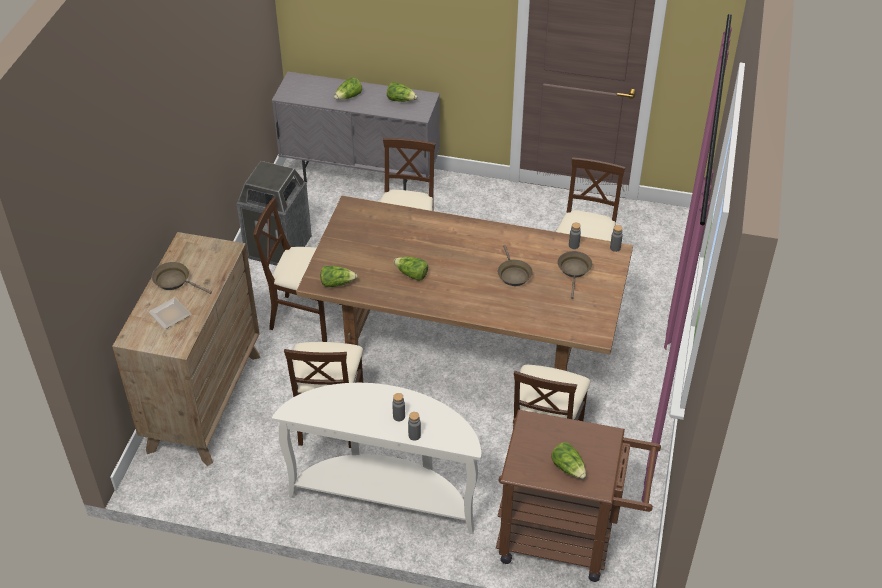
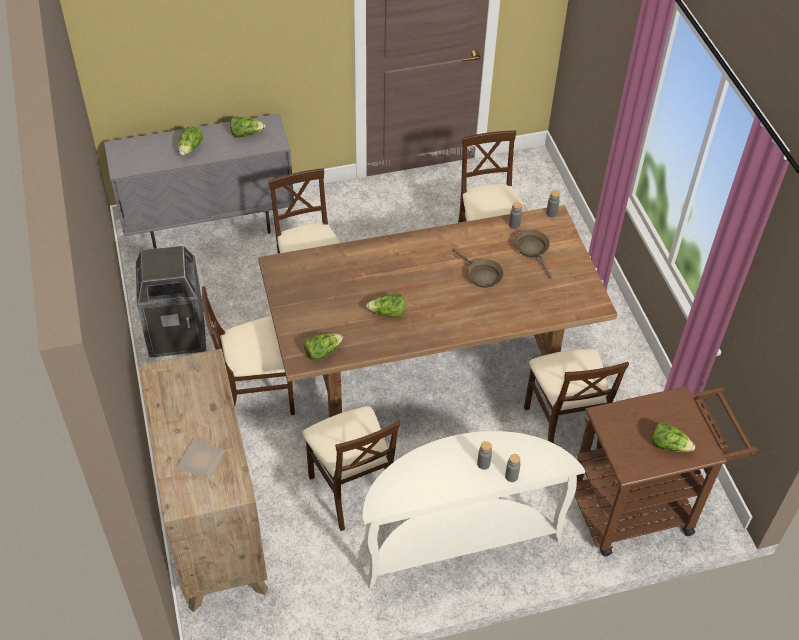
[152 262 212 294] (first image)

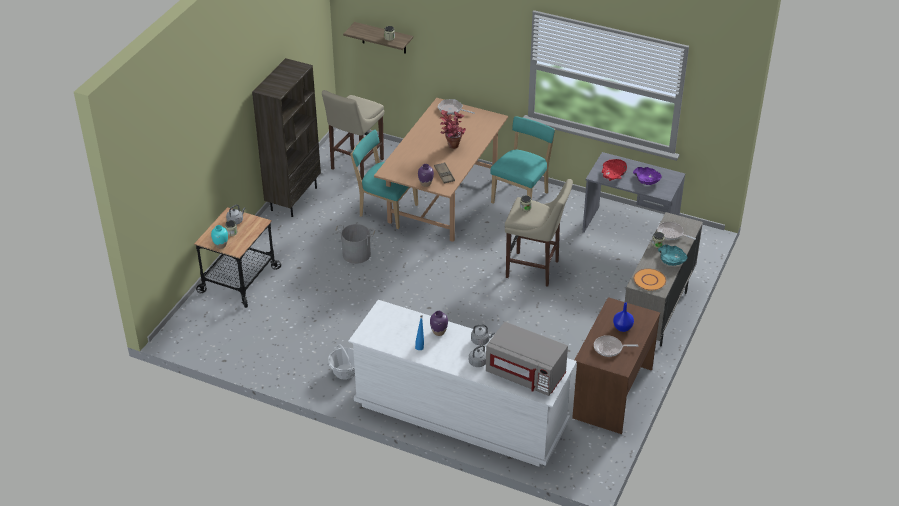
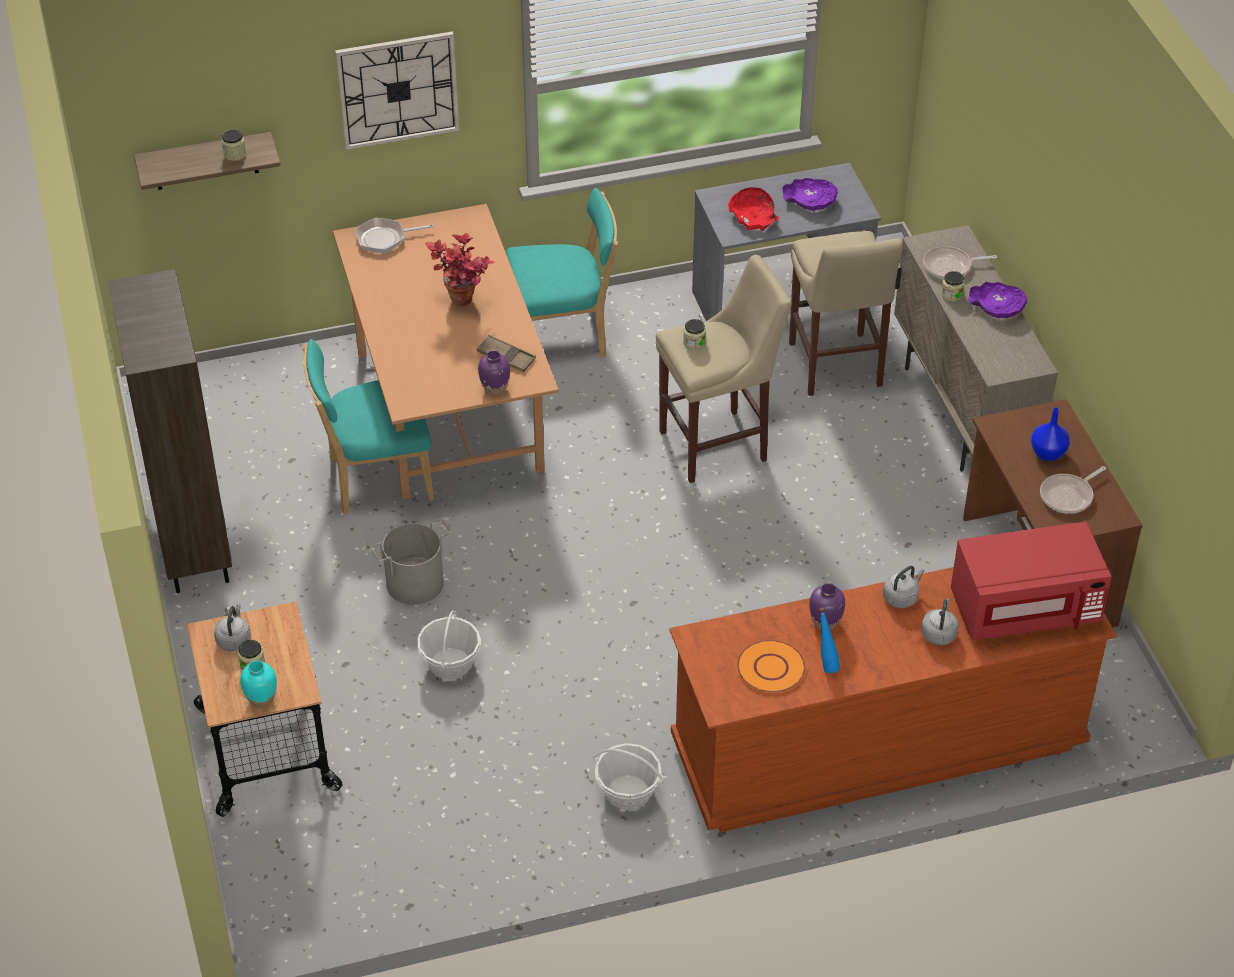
[335 31 459 150]
[418 610 481 680]
[789 231 903 396]
[737 640 806 693]
[669 567 1117 832]
[951 522 1112 641]
[968 282 1027 318]
[506 188 618 358]

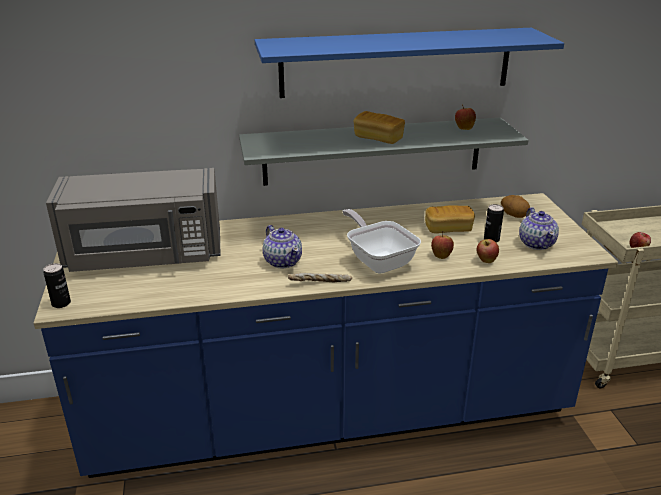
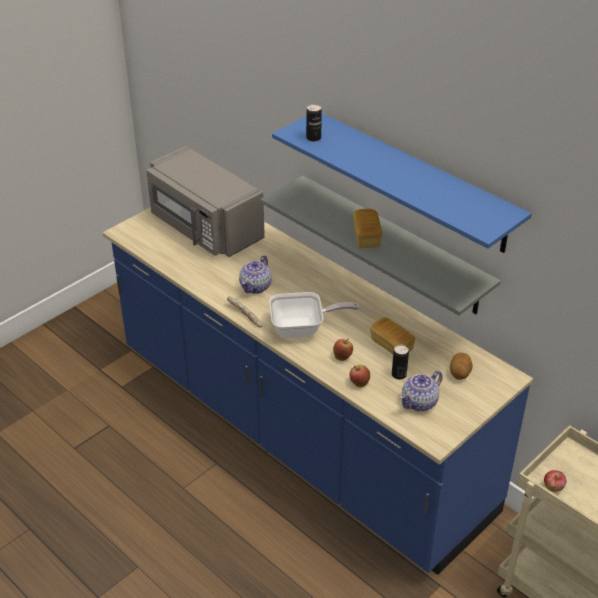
[455 104 476 130] (first image)
[306 104 322 142]
[269 292 359 338]

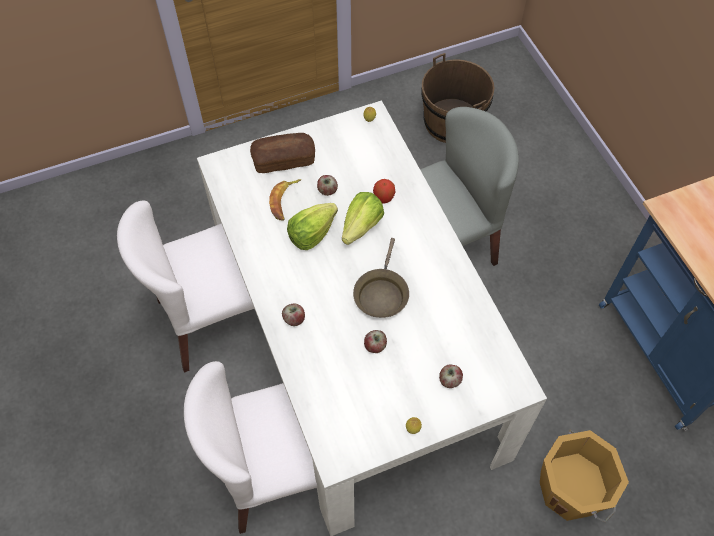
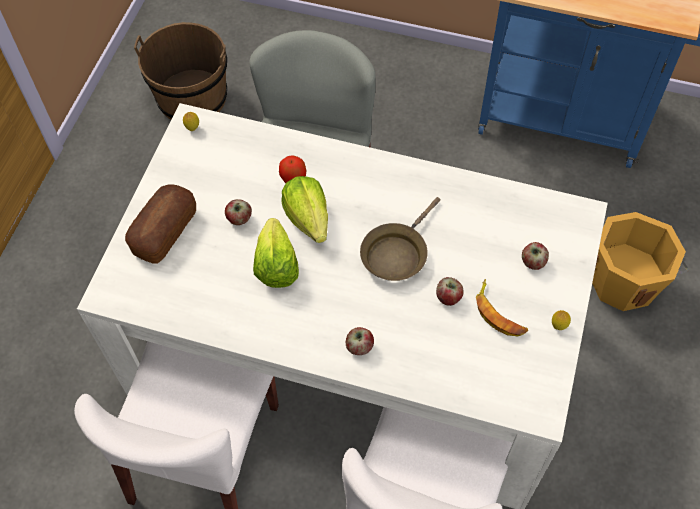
[476 279 528 336]
[360 197 440 281]

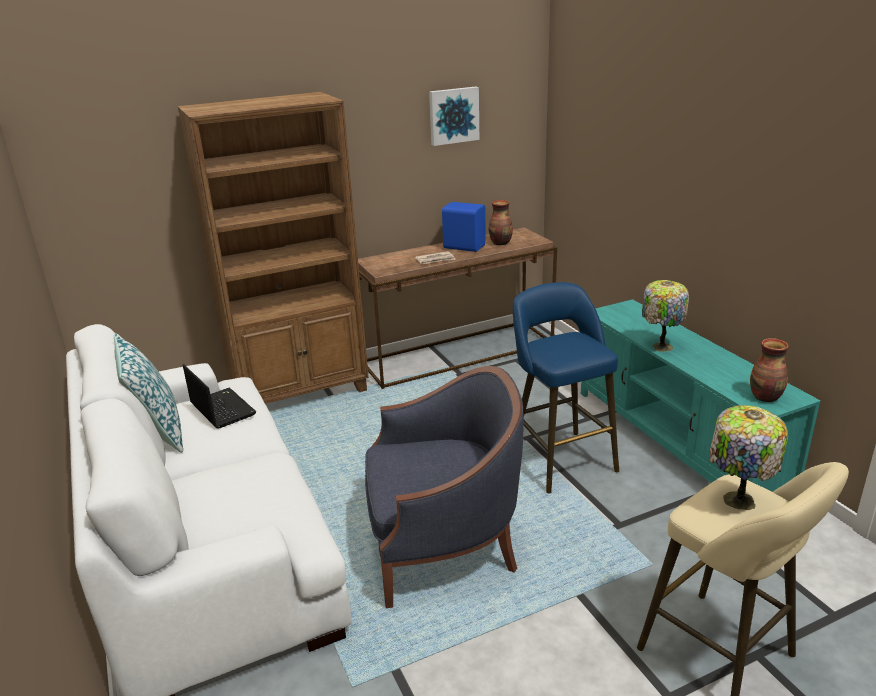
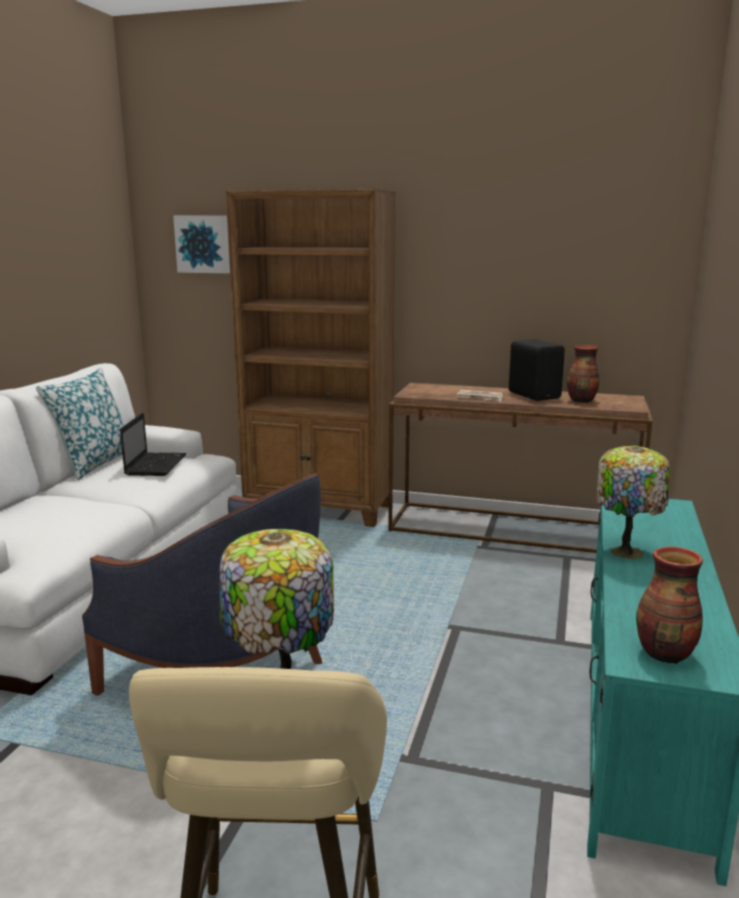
[513 282 619 493] (first image)
[173 215 230 273]
[509 339 565 401]

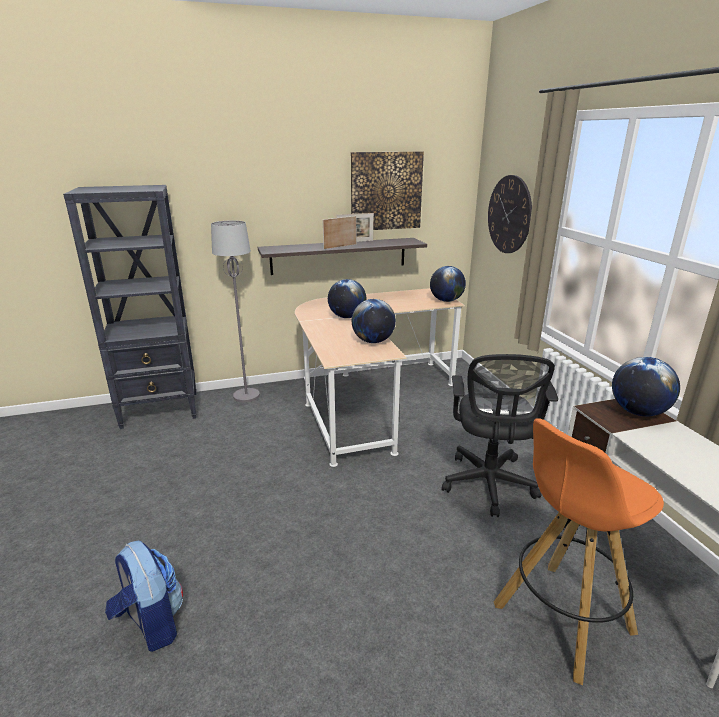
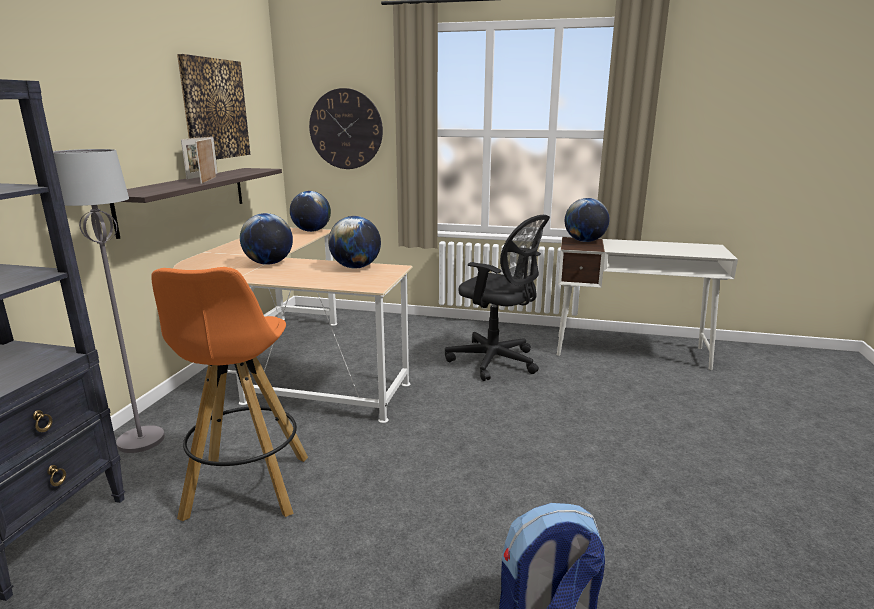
[151 267 308 521]

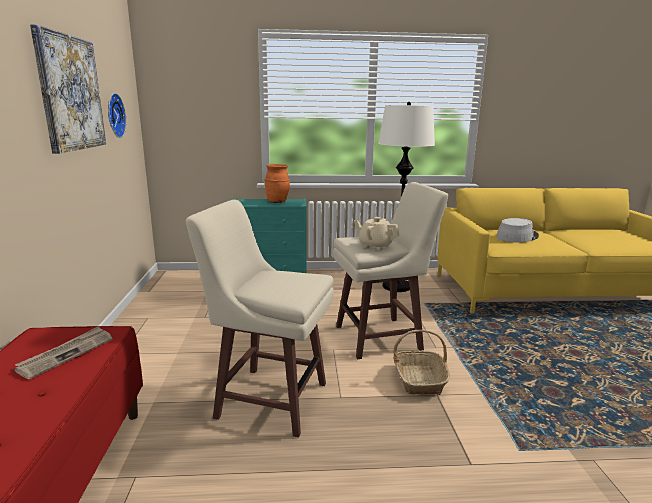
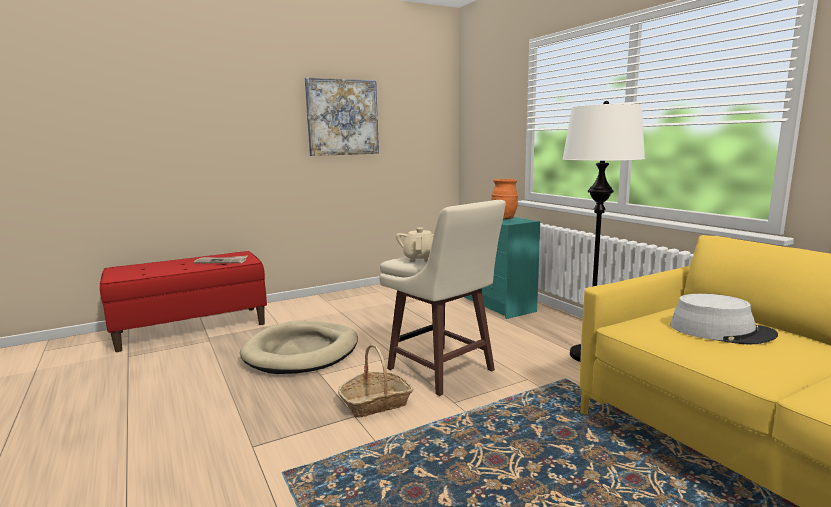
[108 93 126 138] (first image)
[240 321 358 374]

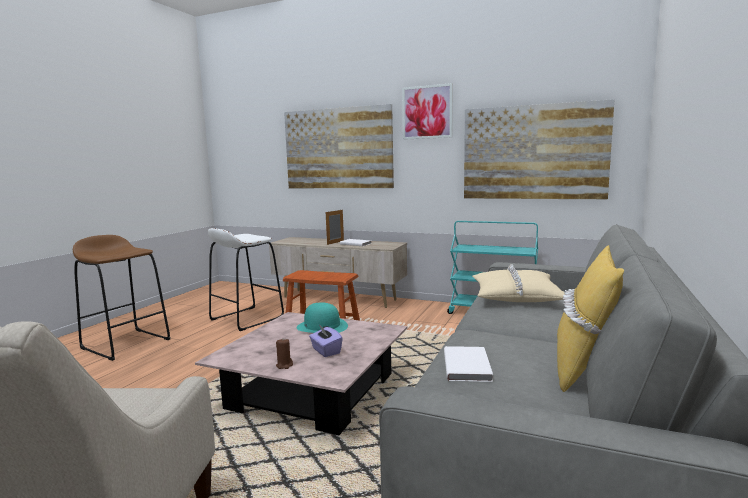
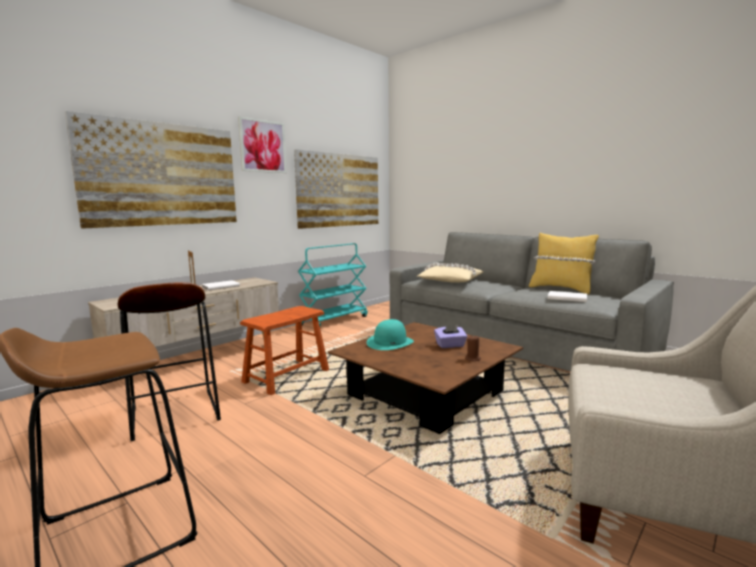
[328 322 523 434]
[118 282 221 441]

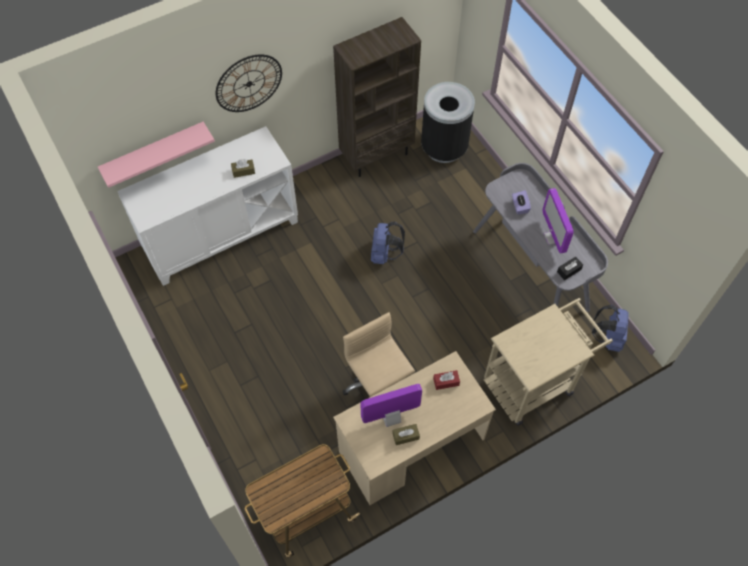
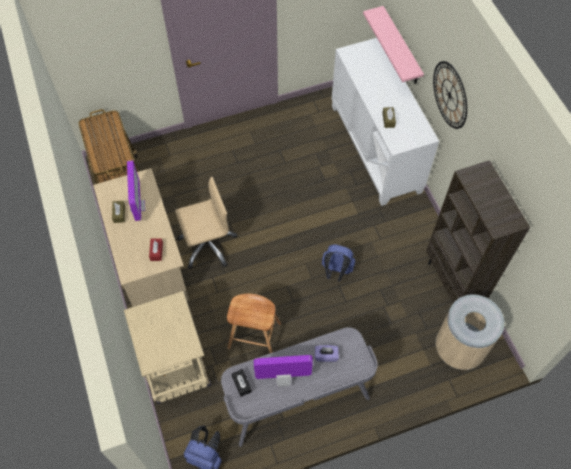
[227 294 281 353]
[436 295 504 370]

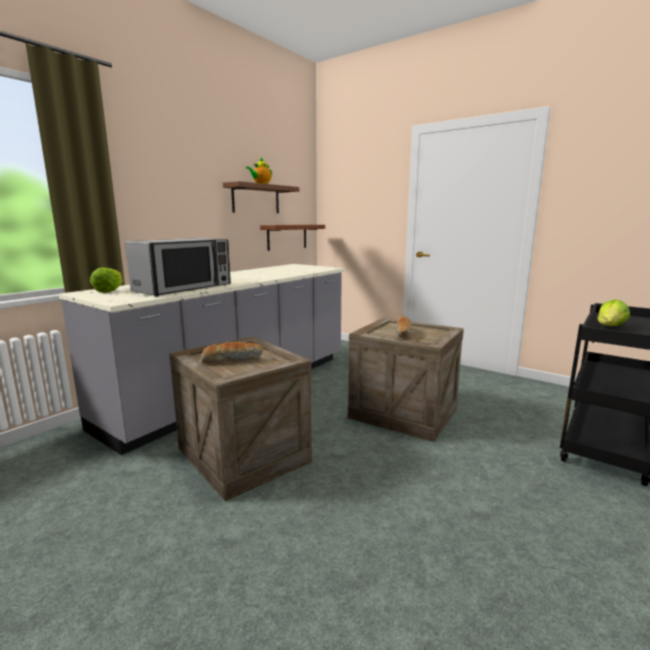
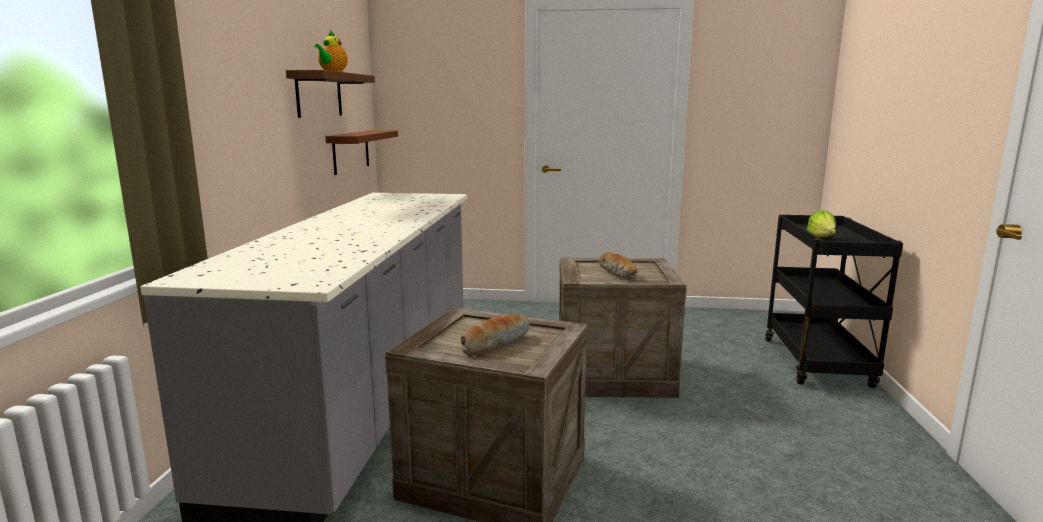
[90 267 122 293] (first image)
[125 238 231 296] (first image)

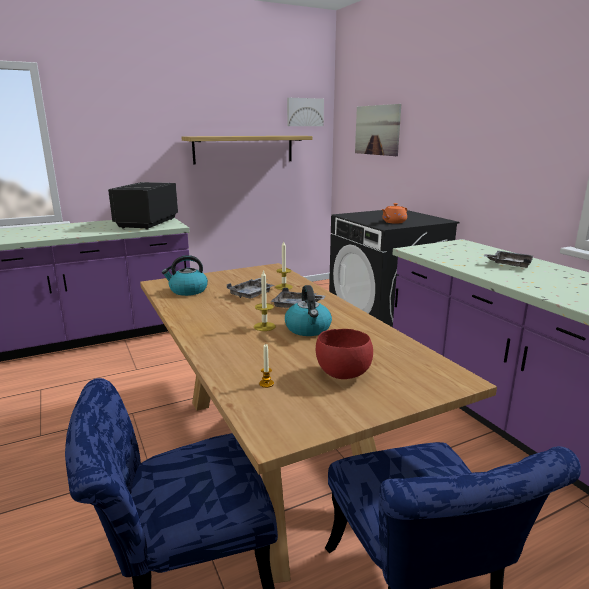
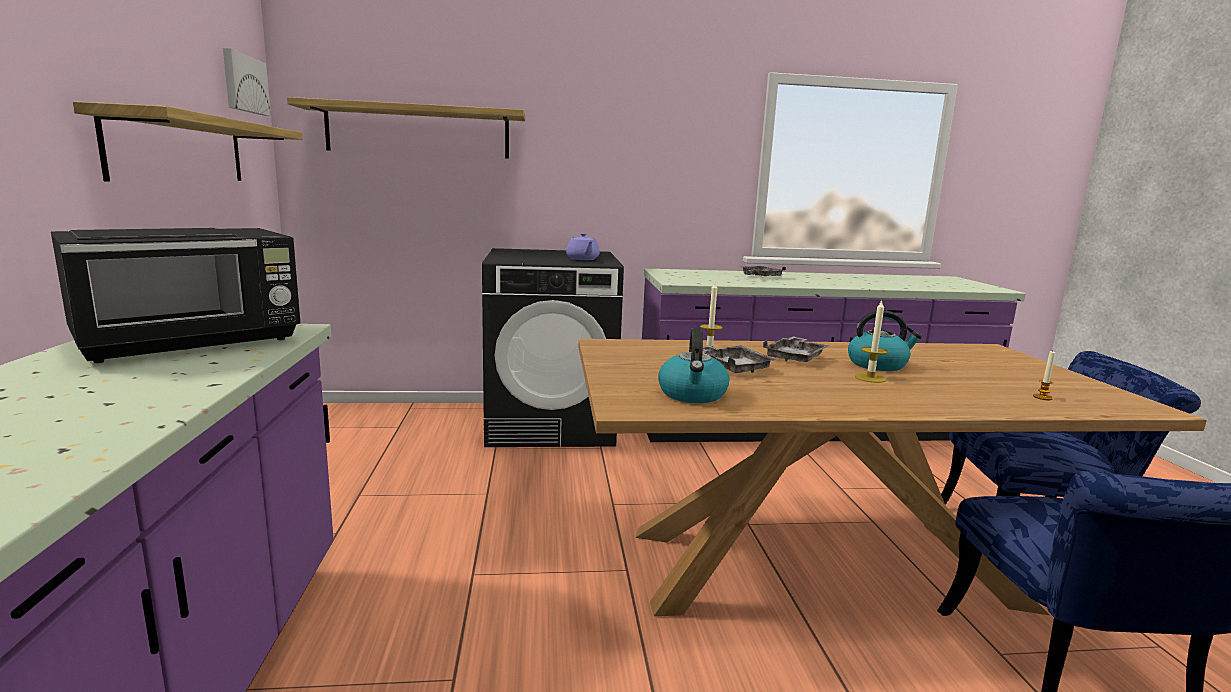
[316 329 373 379] (first image)
[287 97 525 159]
[566 233 600 260]
[51 228 300 363]

